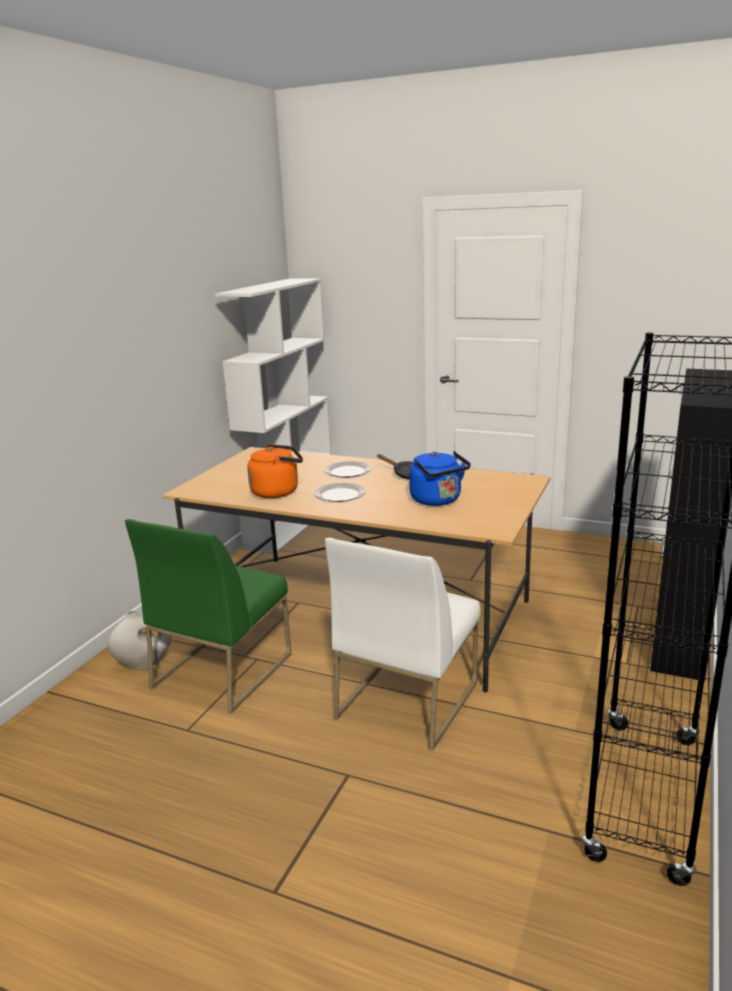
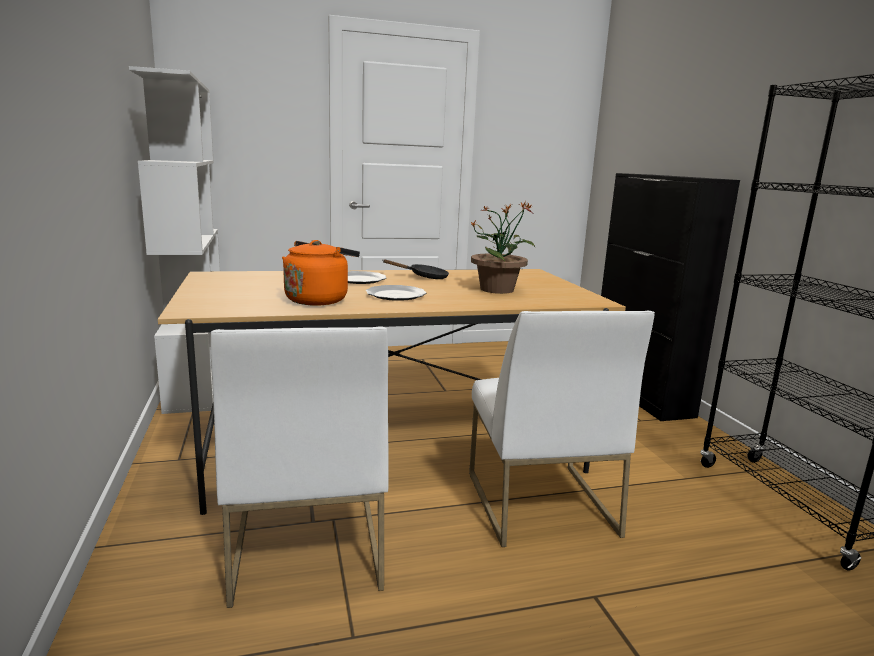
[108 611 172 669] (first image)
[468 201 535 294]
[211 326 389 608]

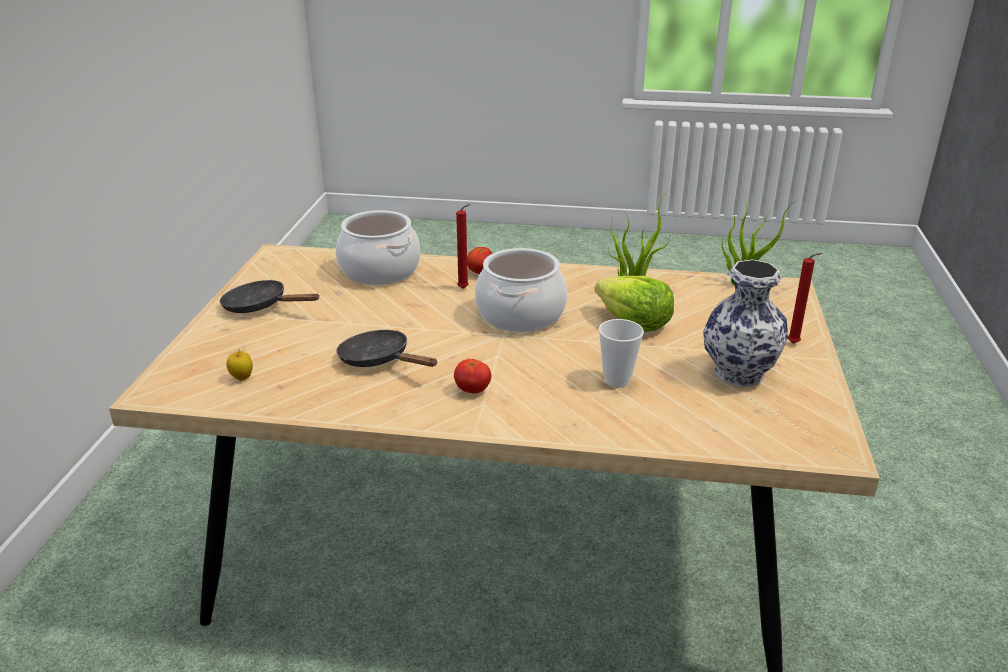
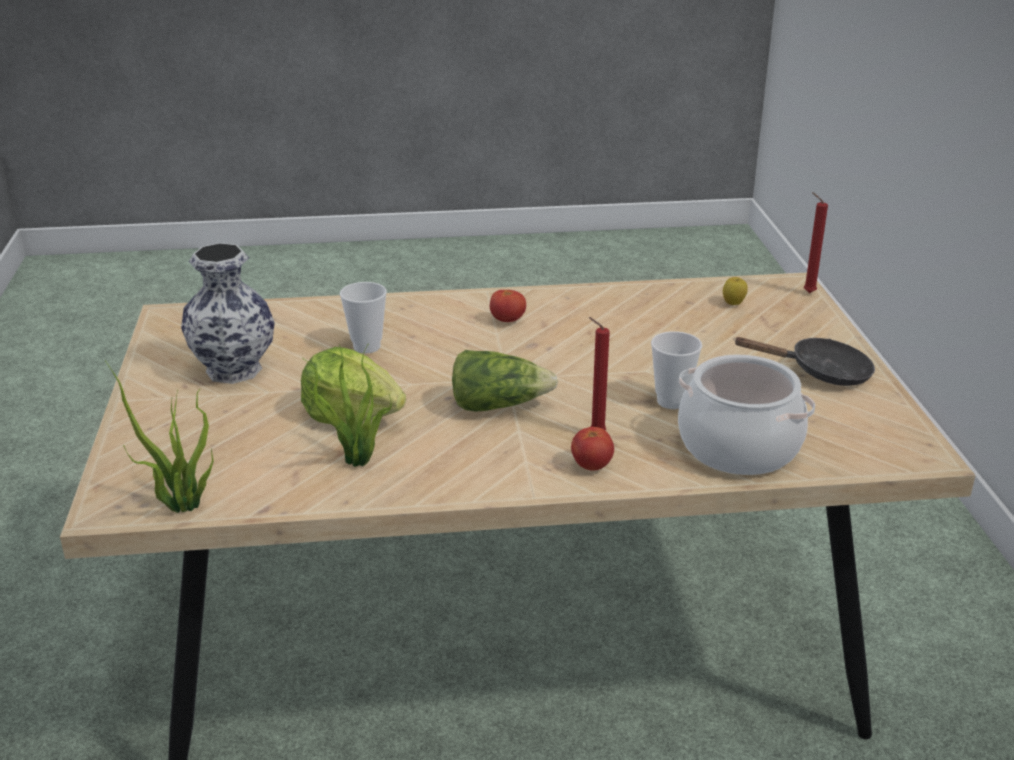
[336 330 437 367] (first image)
[651 331 702 409]
[804 192 828 293]
[452 350 558 412]

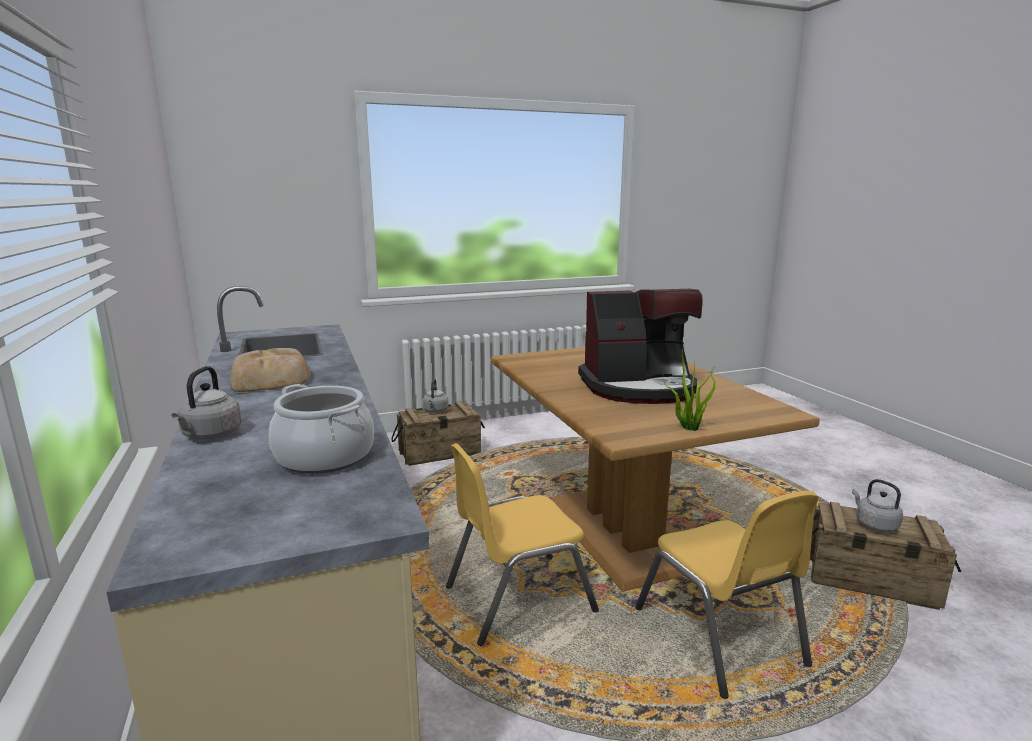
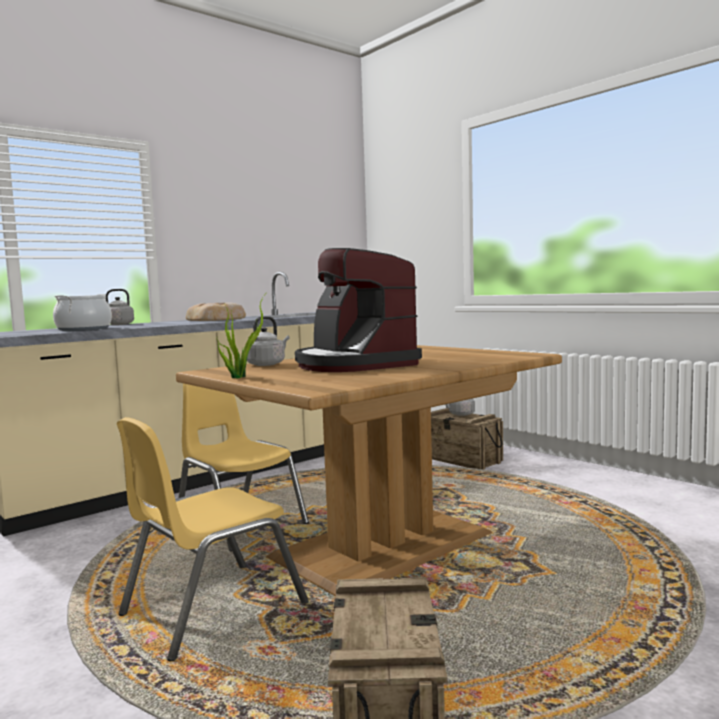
[247 316 289 366]

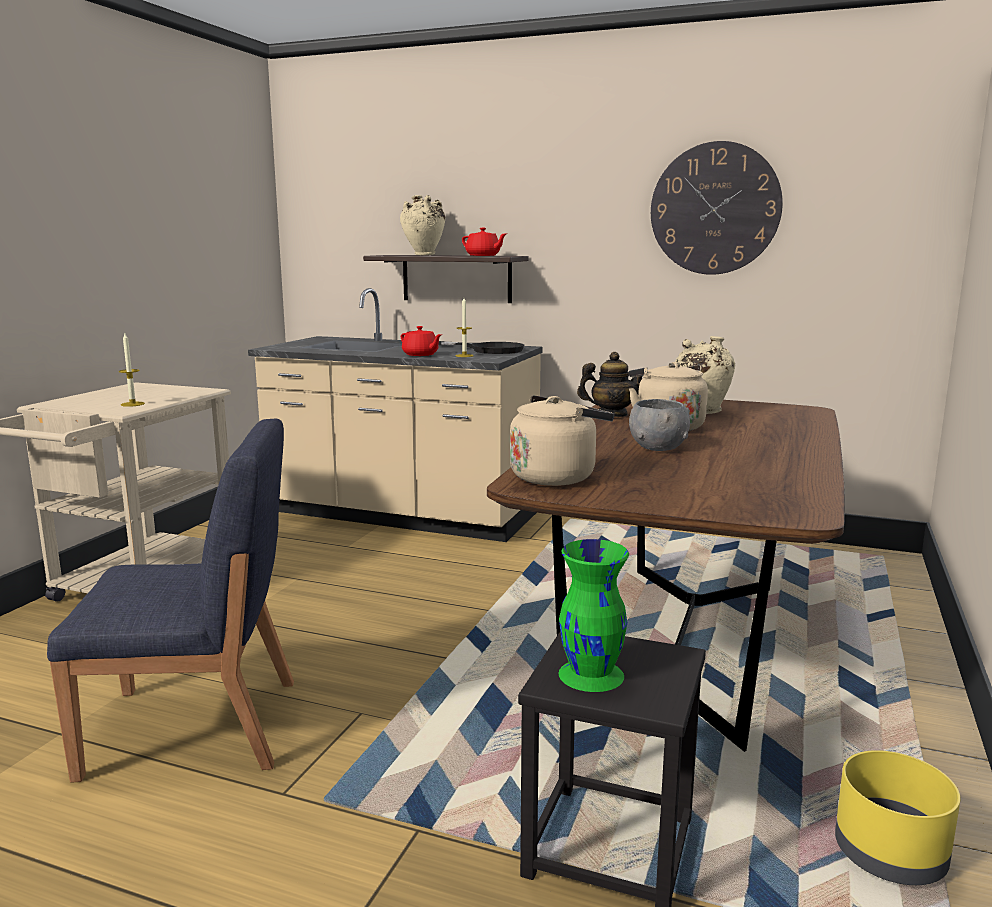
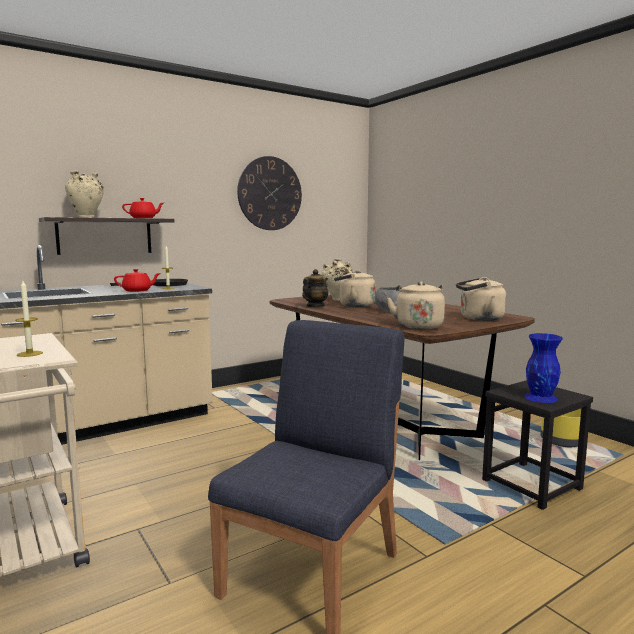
[456 277 506 321]
[524 333 563 403]

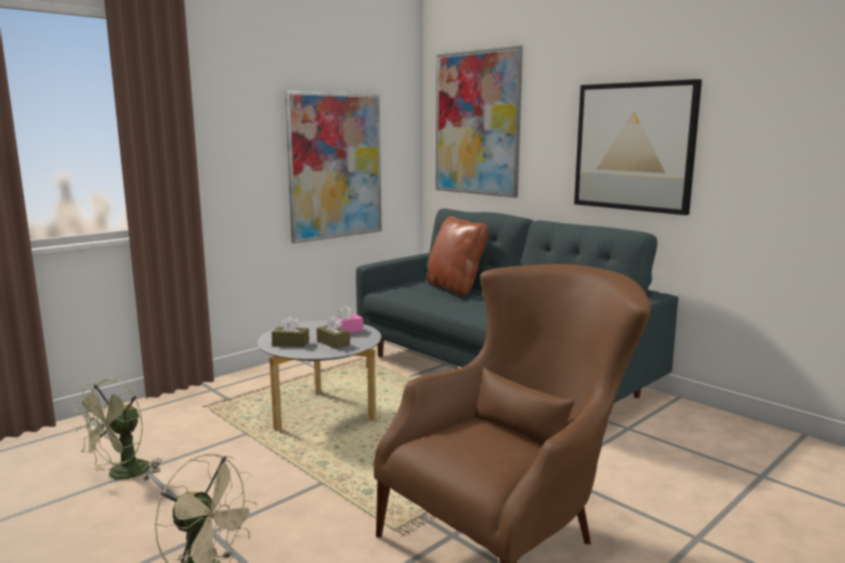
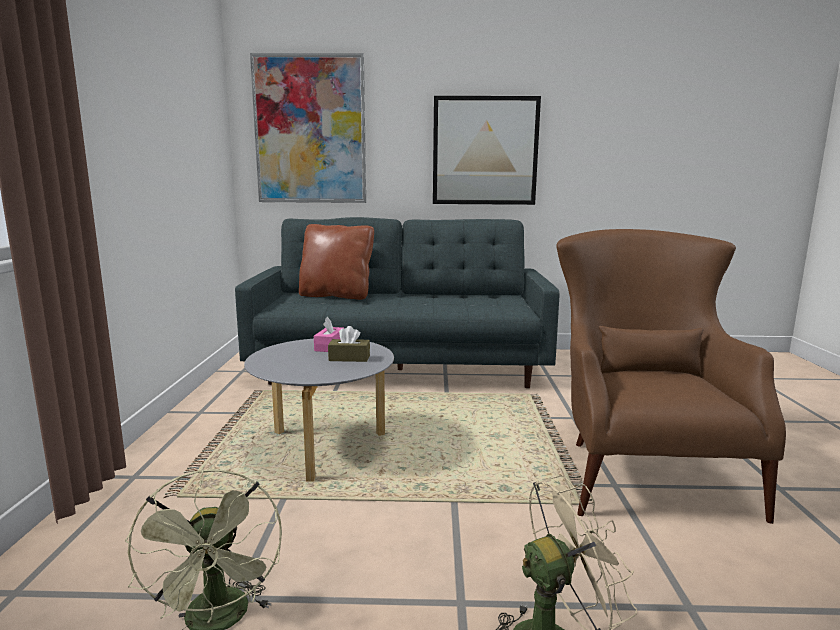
[272 316 309 347] (first image)
[284 90 382 244] (first image)

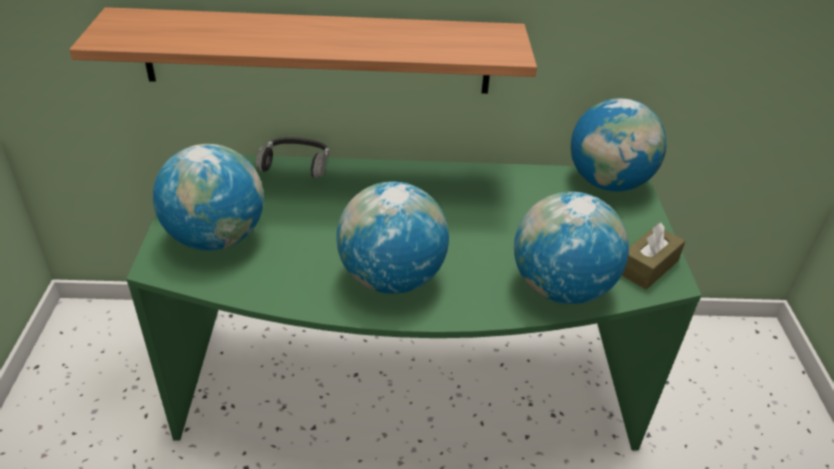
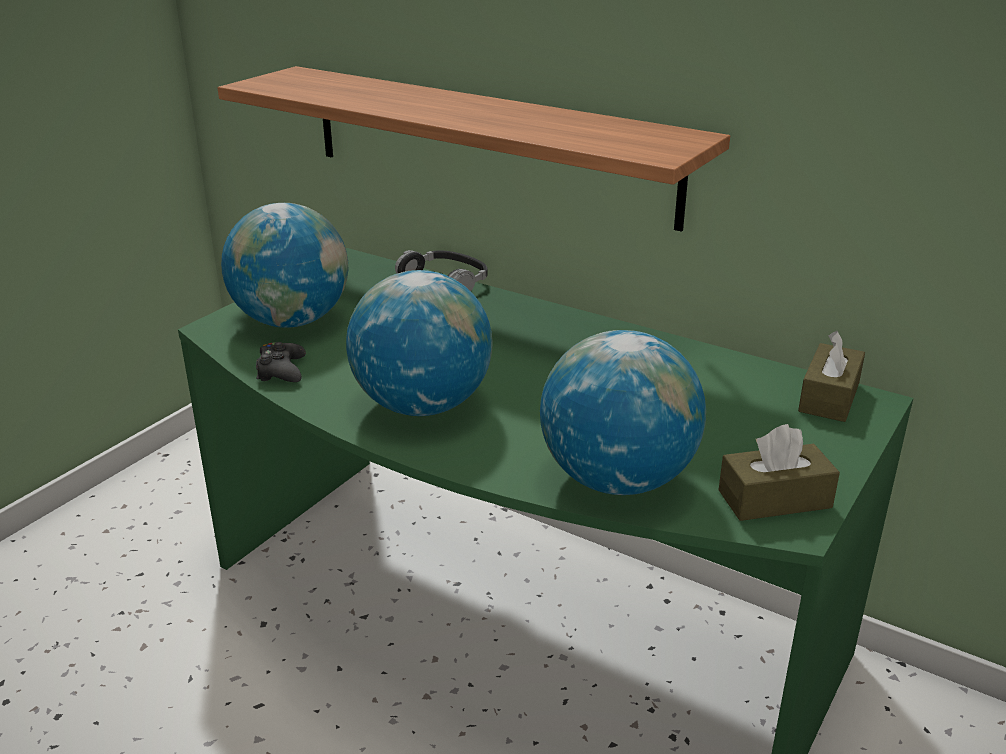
[256 342 306 382]
[798 331 865 422]

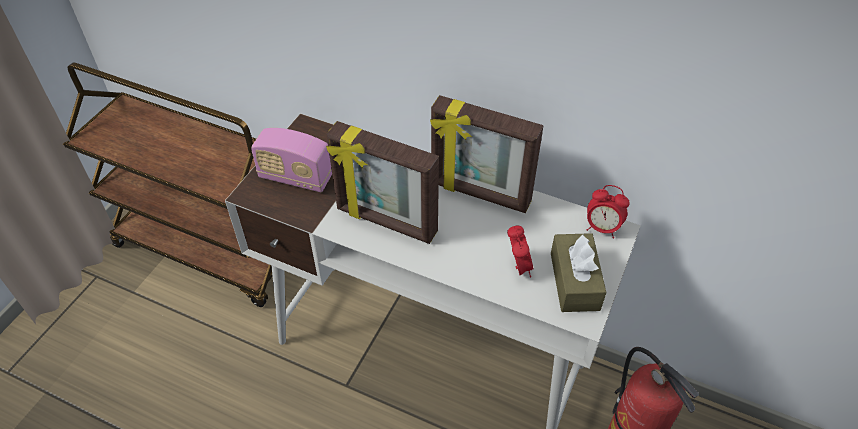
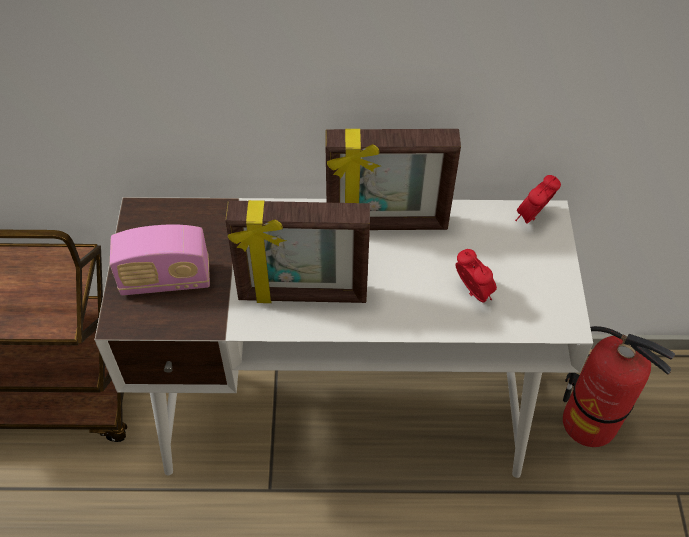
[551 233 607 312] (first image)
[515 175 561 224]

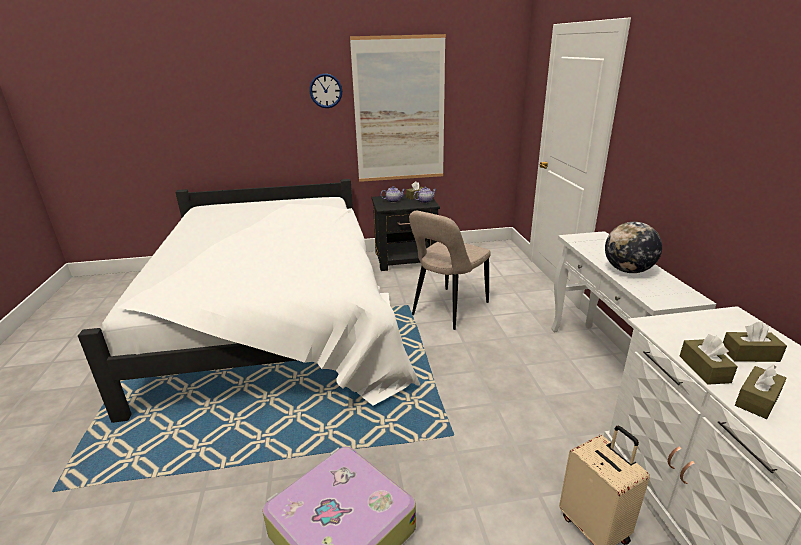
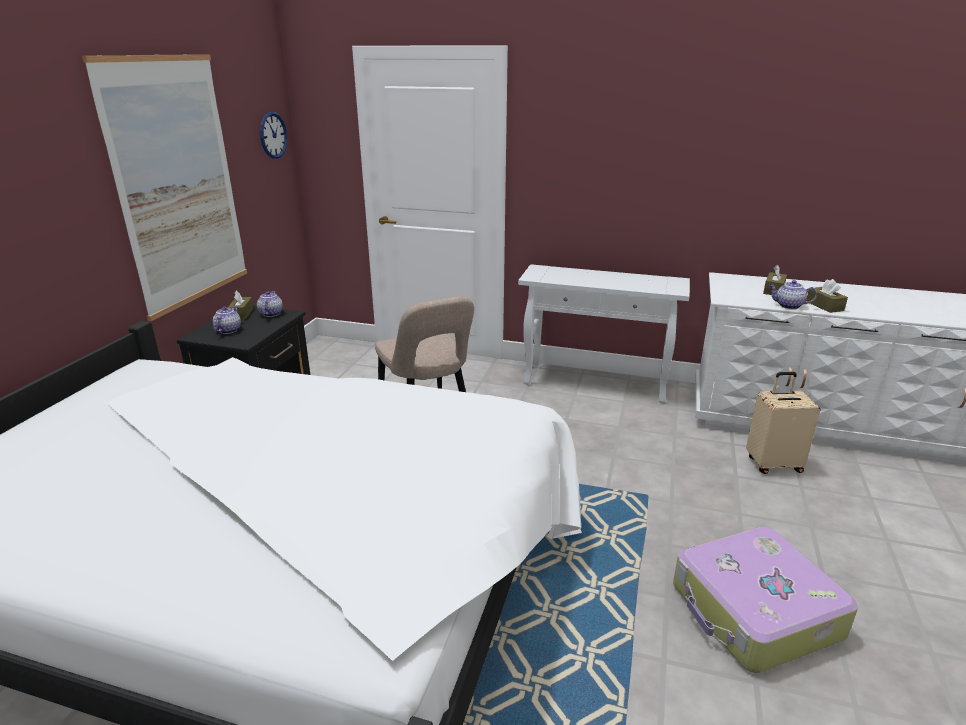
[605 222 662 273] (first image)
[260 112 287 159]
[769 280 817 309]

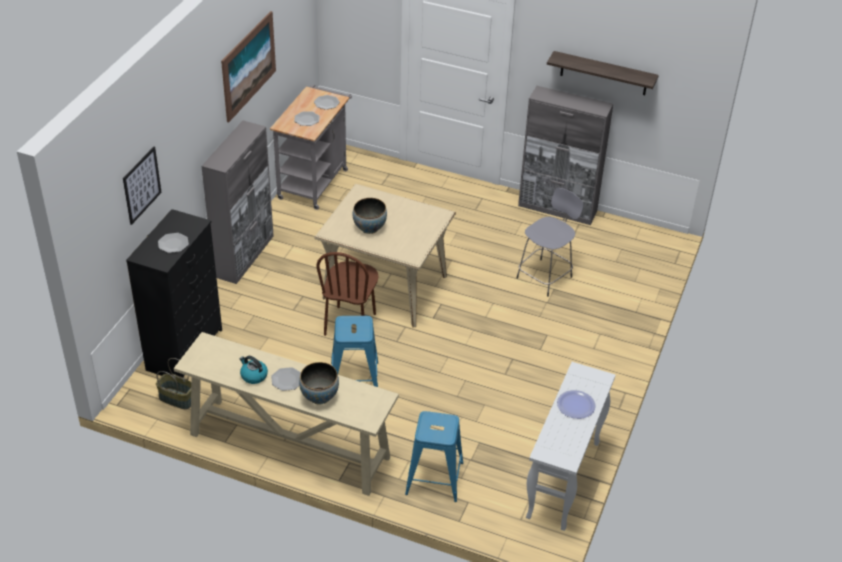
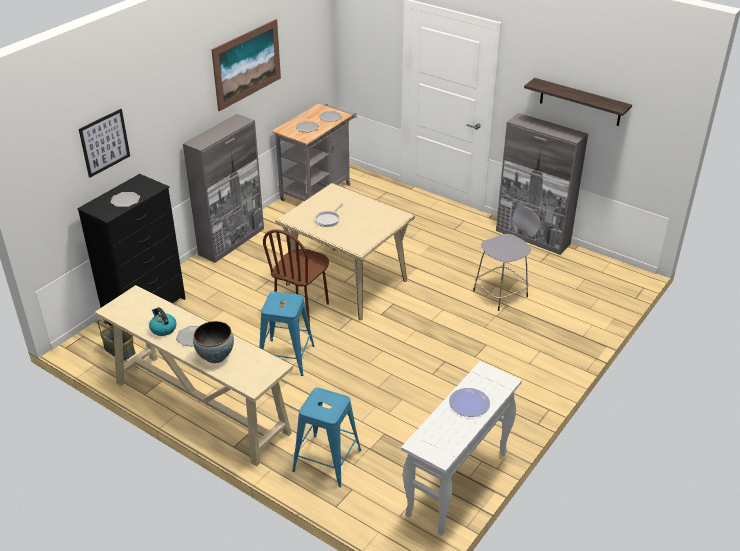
[315 204 343 227]

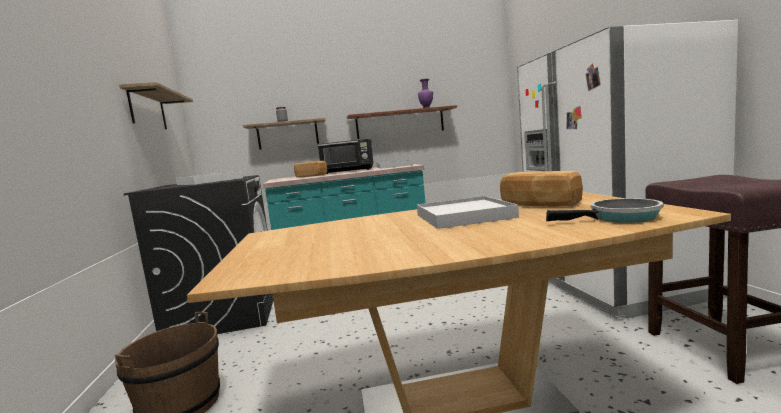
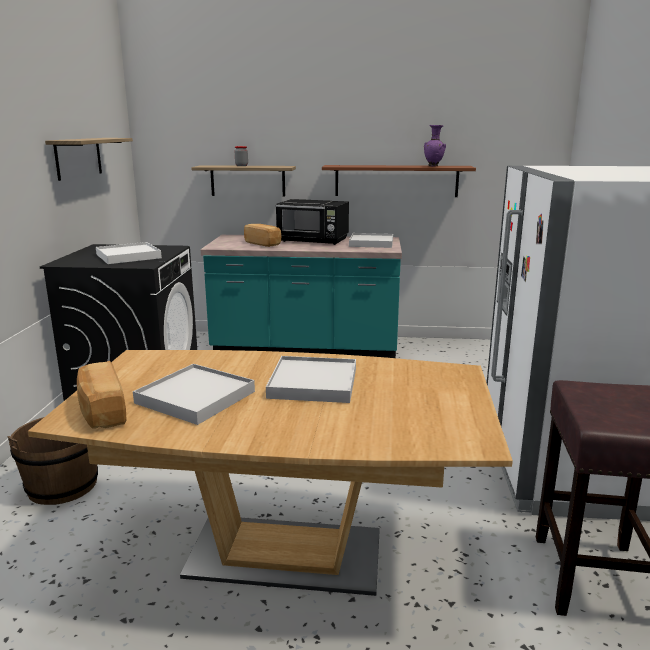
[546 198 663 223] (first image)
[133 364 255 425]
[77 361 127 429]

